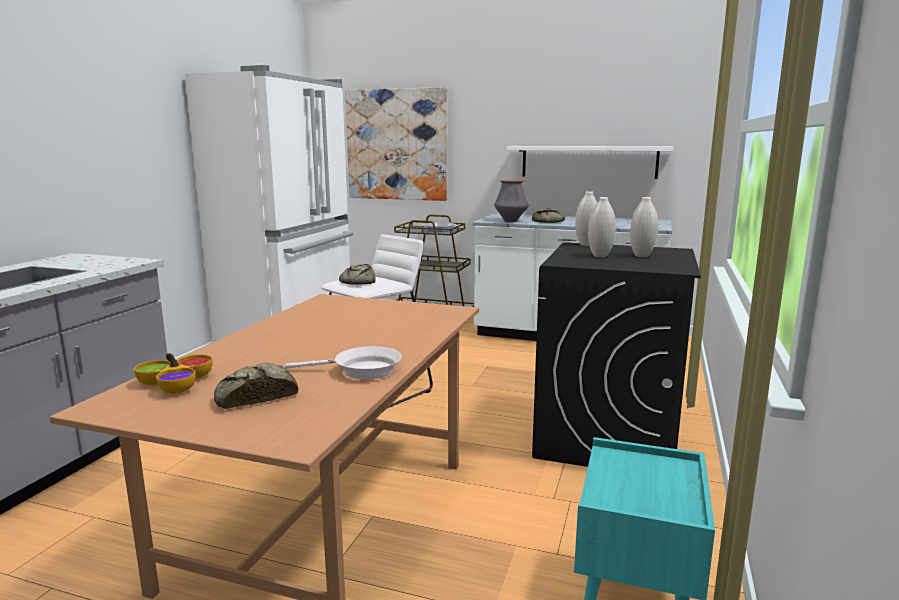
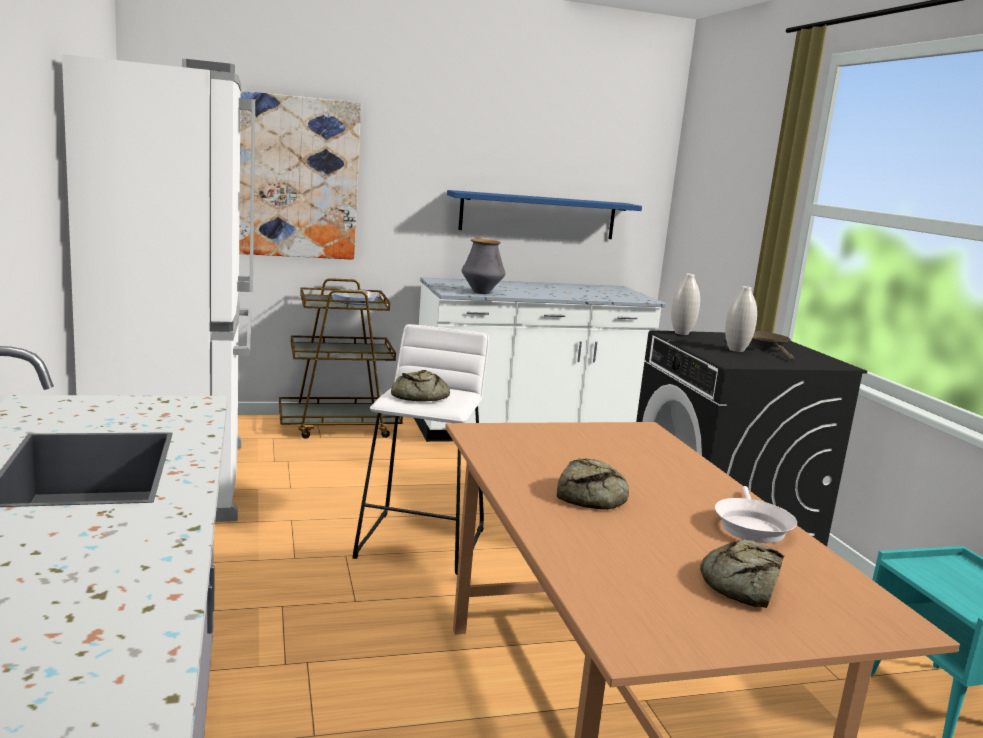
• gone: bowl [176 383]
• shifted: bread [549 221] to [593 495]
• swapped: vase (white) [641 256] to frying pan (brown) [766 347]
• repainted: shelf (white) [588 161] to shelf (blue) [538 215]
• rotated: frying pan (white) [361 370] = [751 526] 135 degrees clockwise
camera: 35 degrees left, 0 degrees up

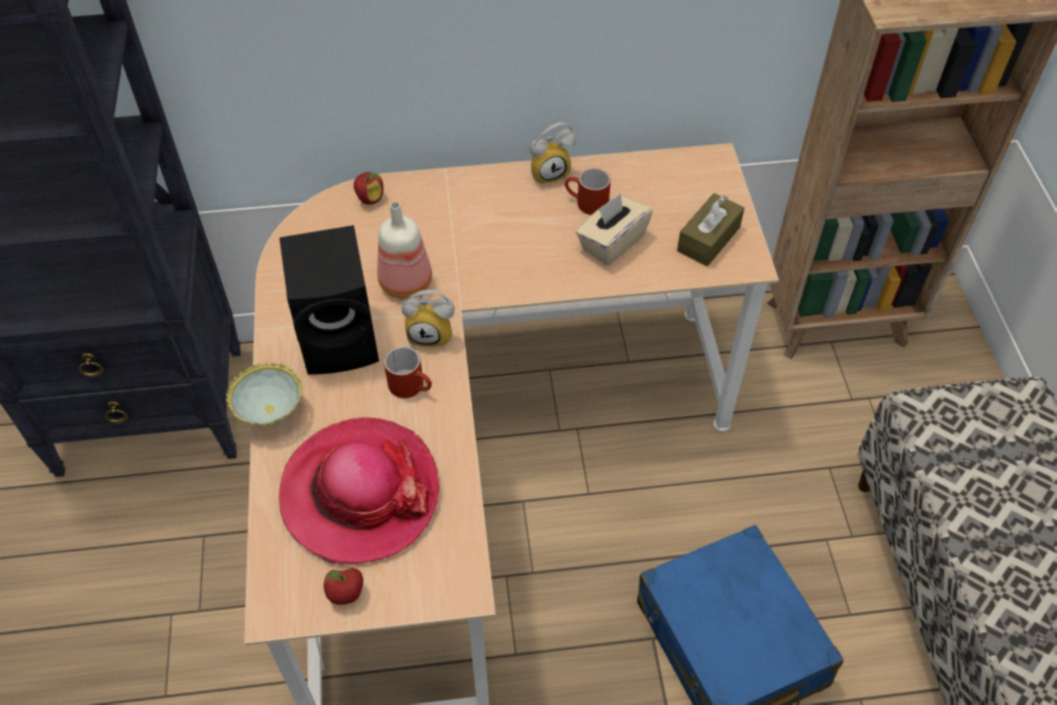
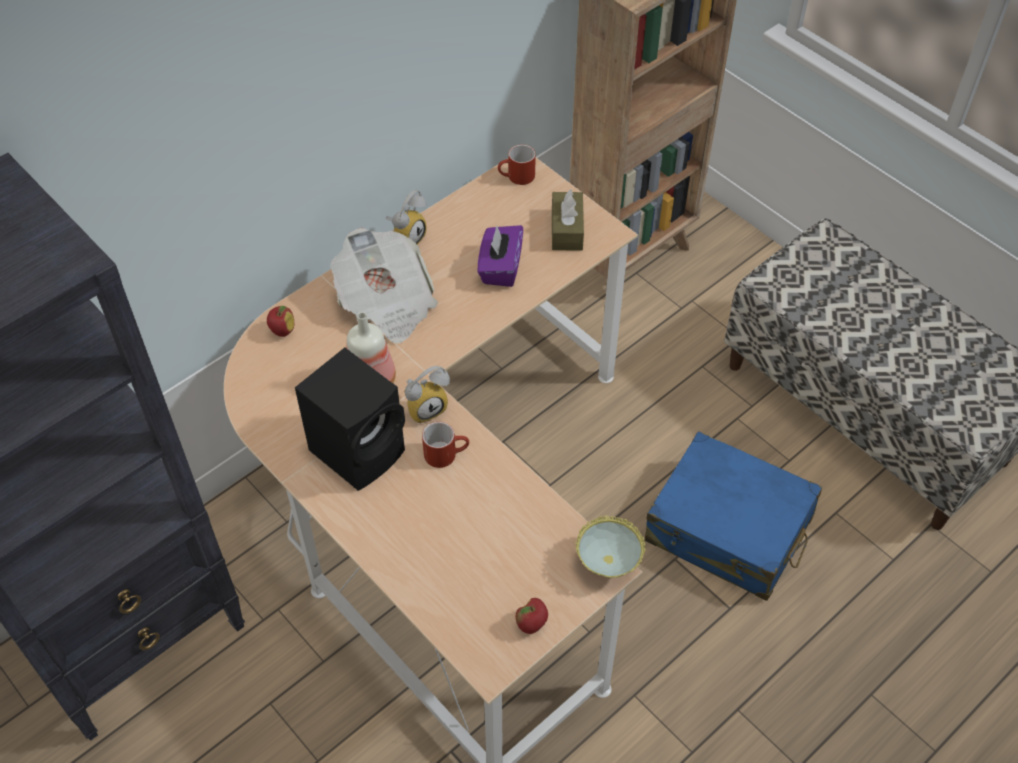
• gone: hat [360 493]
• new: newspaper [387 303]
• shifted: bowl [271 414] to [608 563]
• shifted: mug (red) [586 203] to [516 178]
• repainted: tissue box (beige) [611 242] to tissue box (purple) [500 268]
camera: 35 degrees left, 0 degrees up

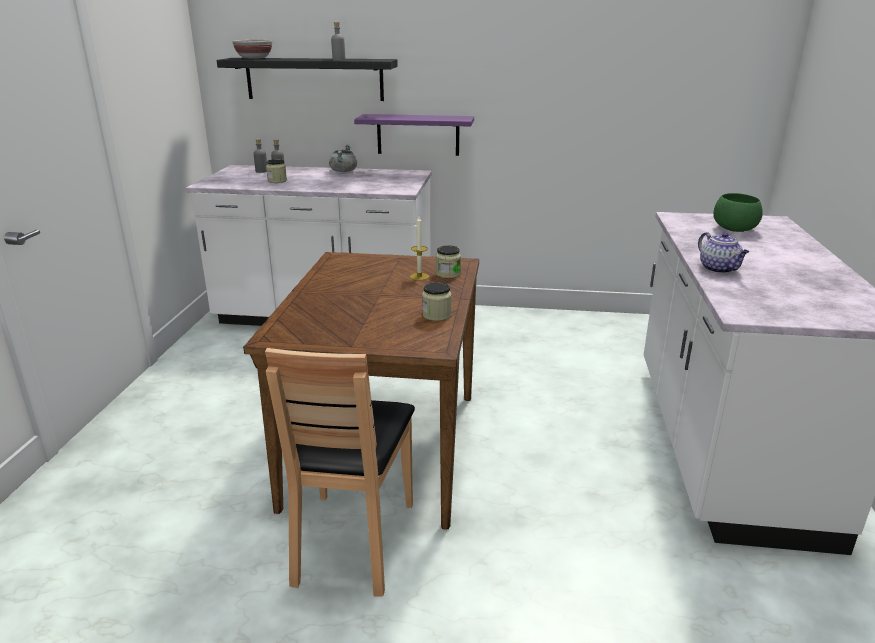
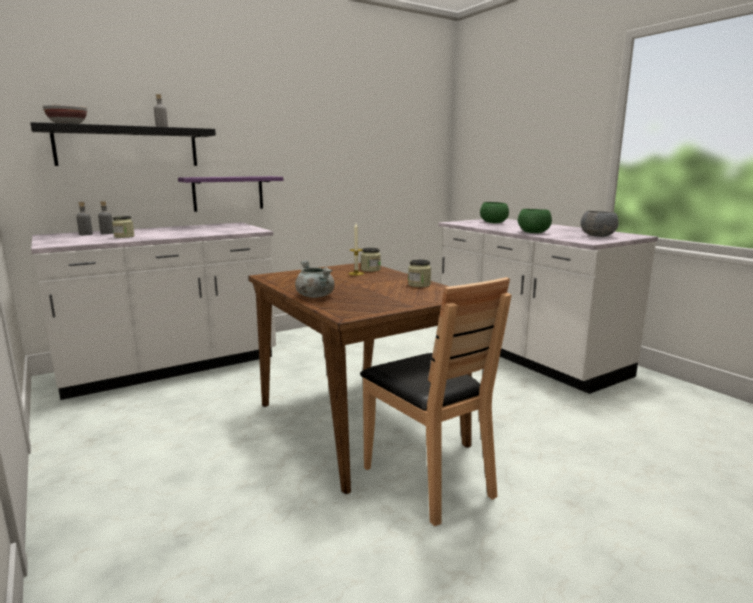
• new: bowl (grey) [598 236]
• shifted: cooking pot (grey) [343 171] to [315 296]
• swapped: teapot [719 269] to bowl (green) [534 233]
camera: 40 degrees left, 10 degrees down

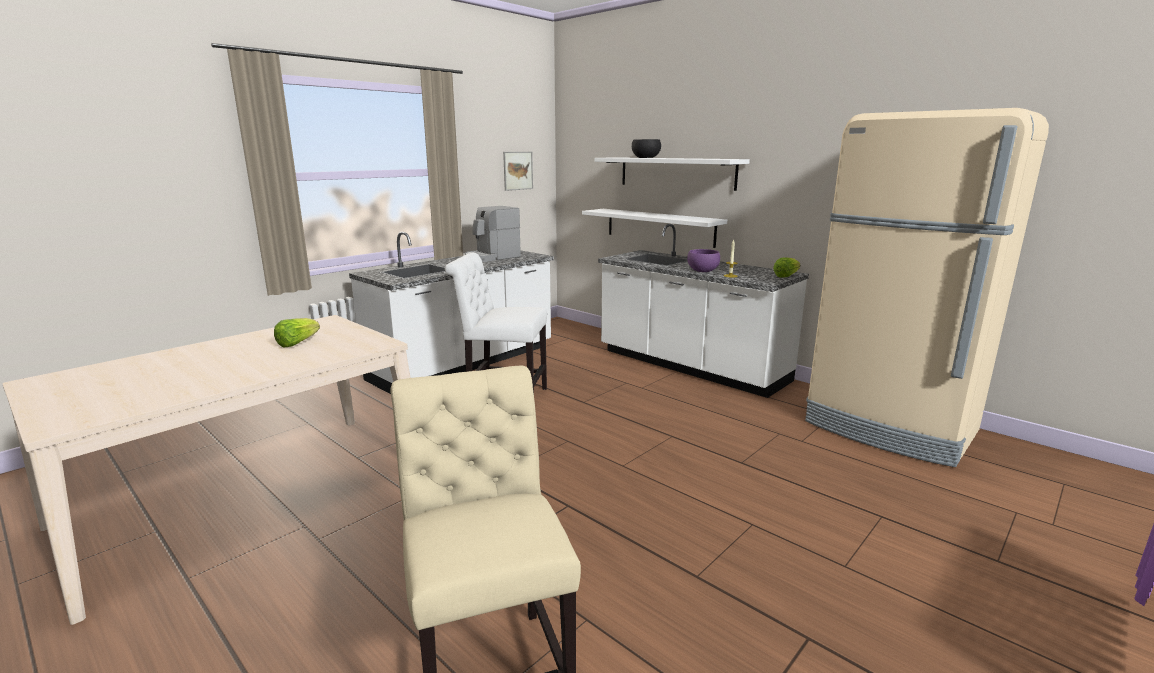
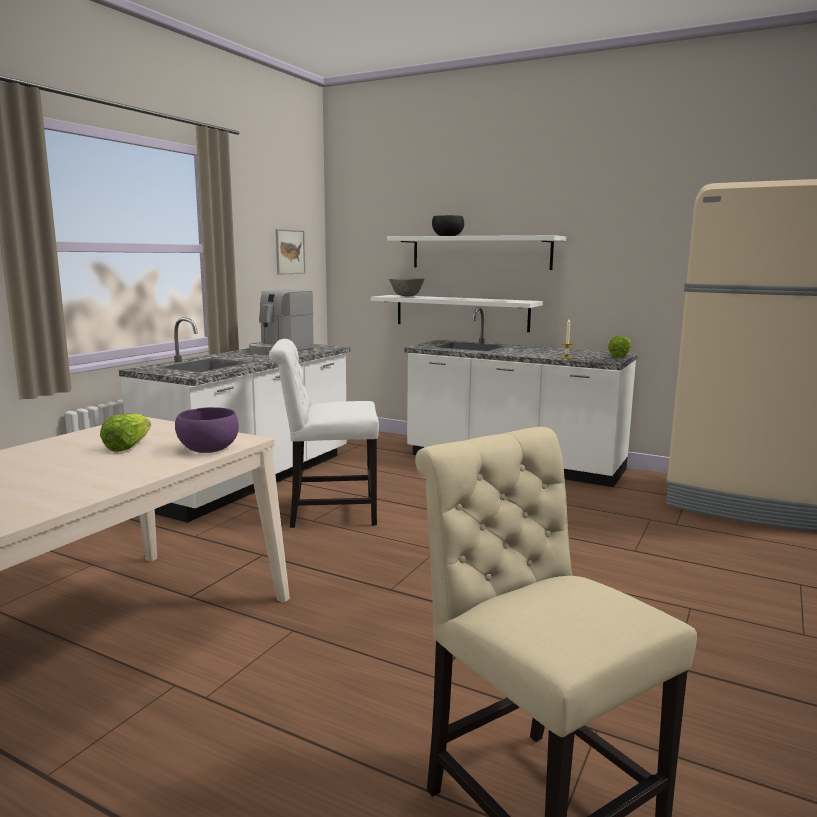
• new: bowl (grey) [406 296]
• shifted: bowl (purple) [702 270] to [208 449]
camera: 15 degrees left, 5 degrees down

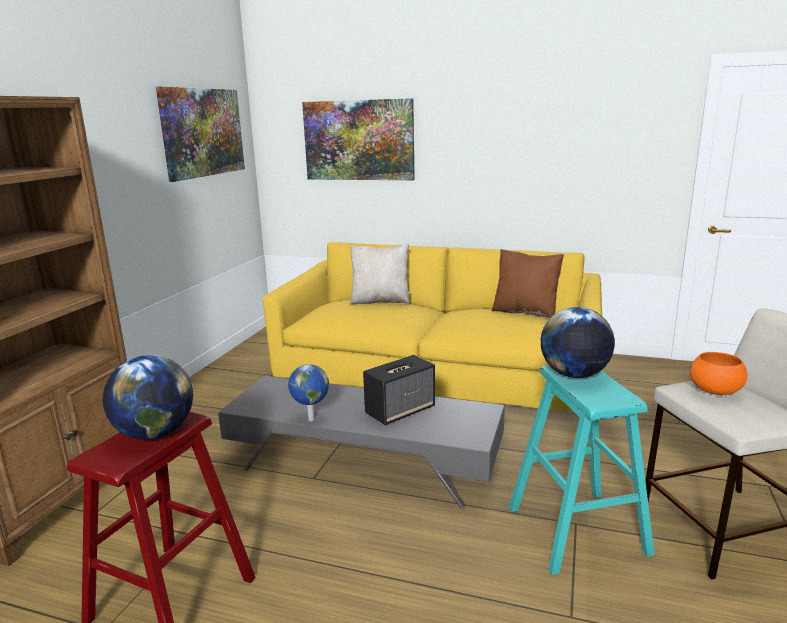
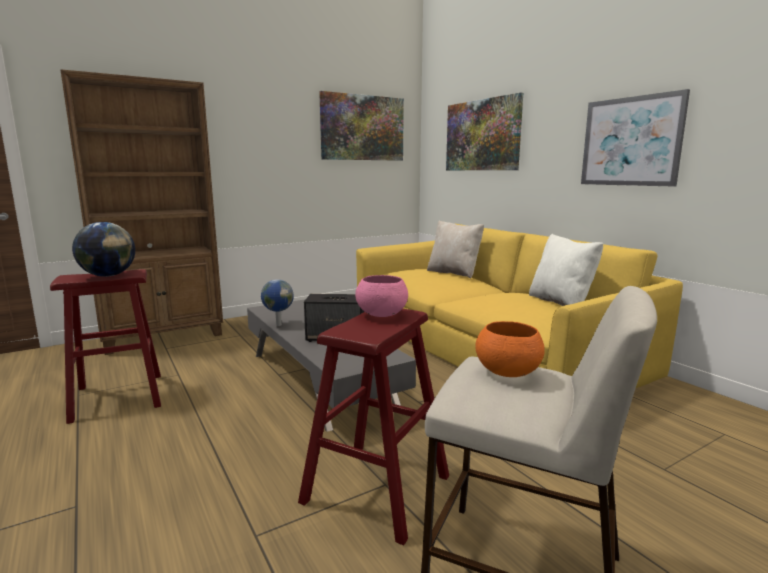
• new: picture [630 141]
• swapped: globe [574 375] to bowl (pink) [381 315]
• repainted: pillow (brown) [525 312] to pillow (white) [561 303]
• repainted: stool (turquoise) [577 530] to stool (red) [376 489]
camera: 40 degrees right, 5 degrees down

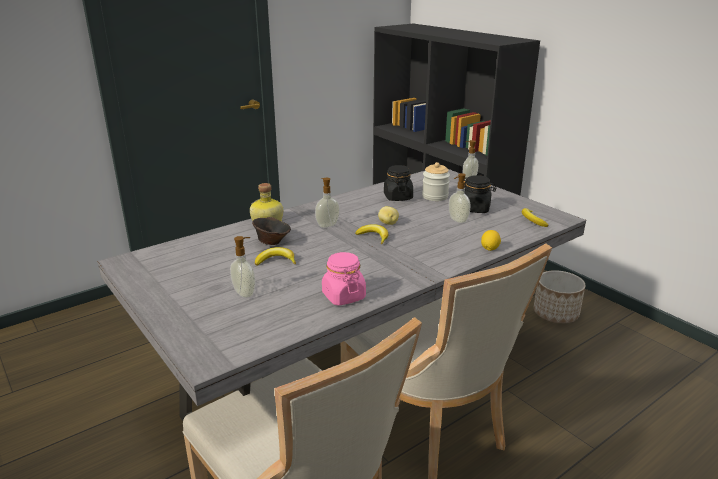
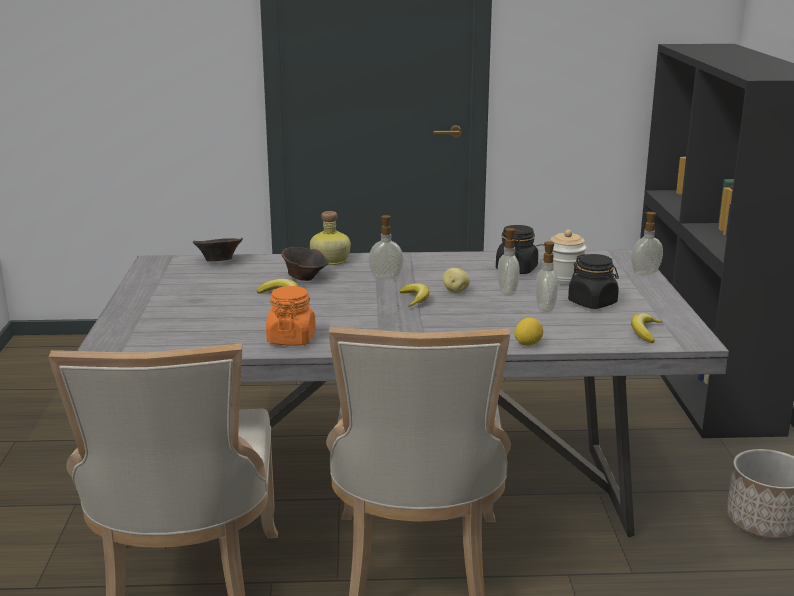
• new: bowl (brown) [218 261]
• shifted: soap dispenser [245 293] to [508 292]
• repainted: jar (pink) [343 296] to jar (orange) [291 339]
camera: 35 degrees right, 5 degrees down

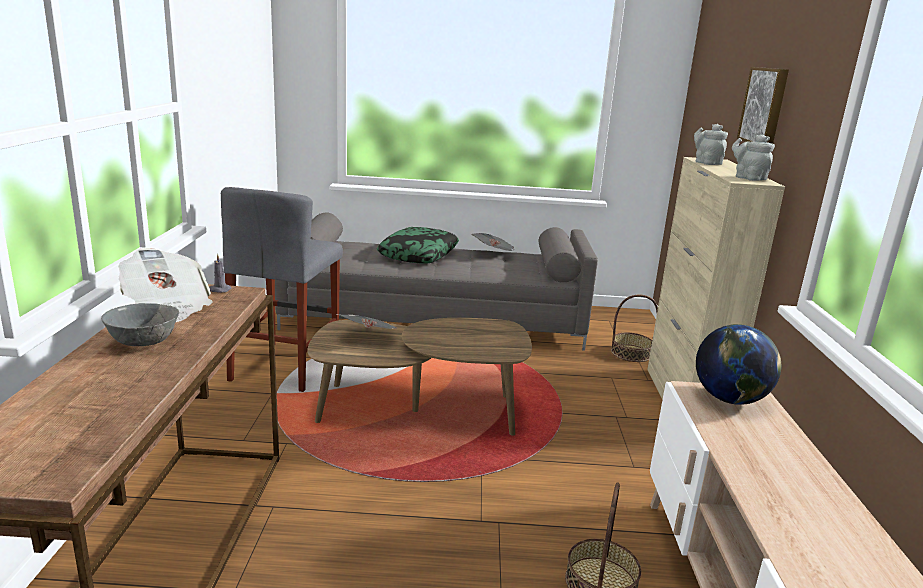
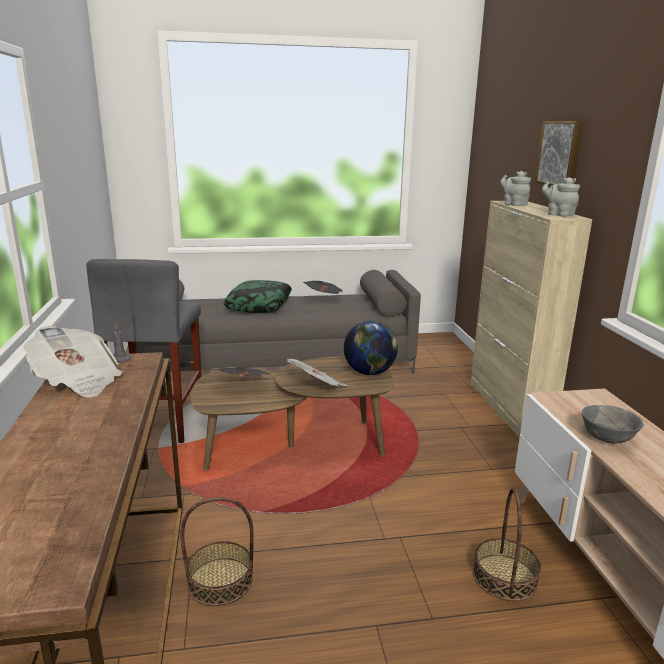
• new: newspaper [317 388]
• shifted: bowl (grey) [144 342] to [607 438]
• shifted: basket [631 353] to [220 581]
• shifted: globe [730 400] to [369 373]
camera: 10 degrees left, 0 degrees up

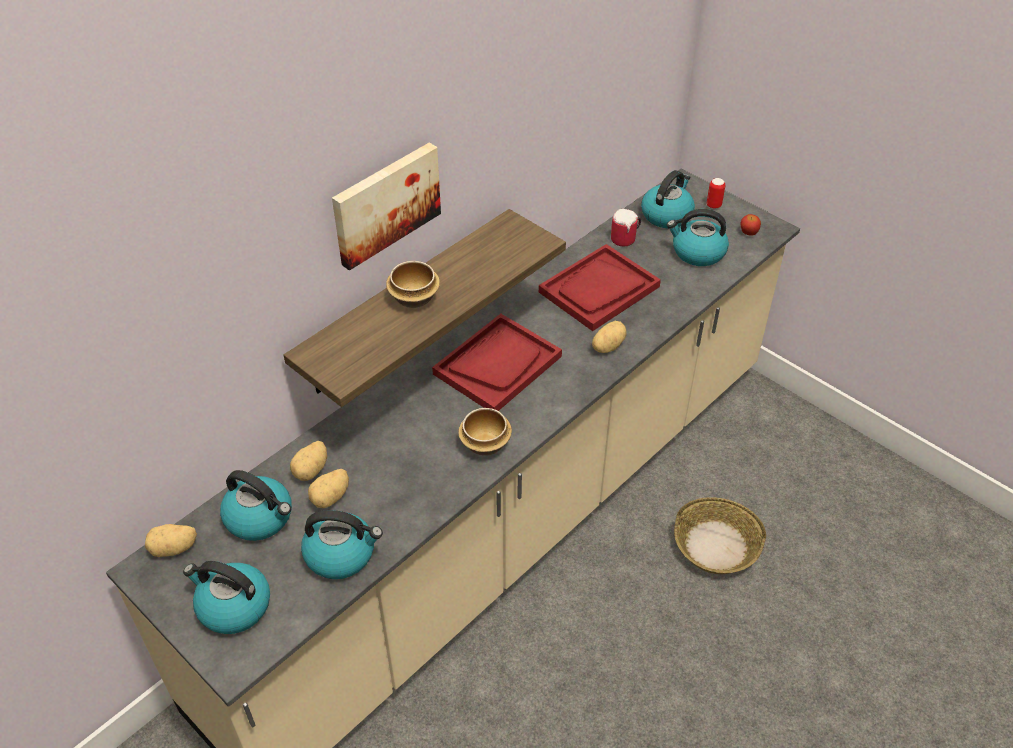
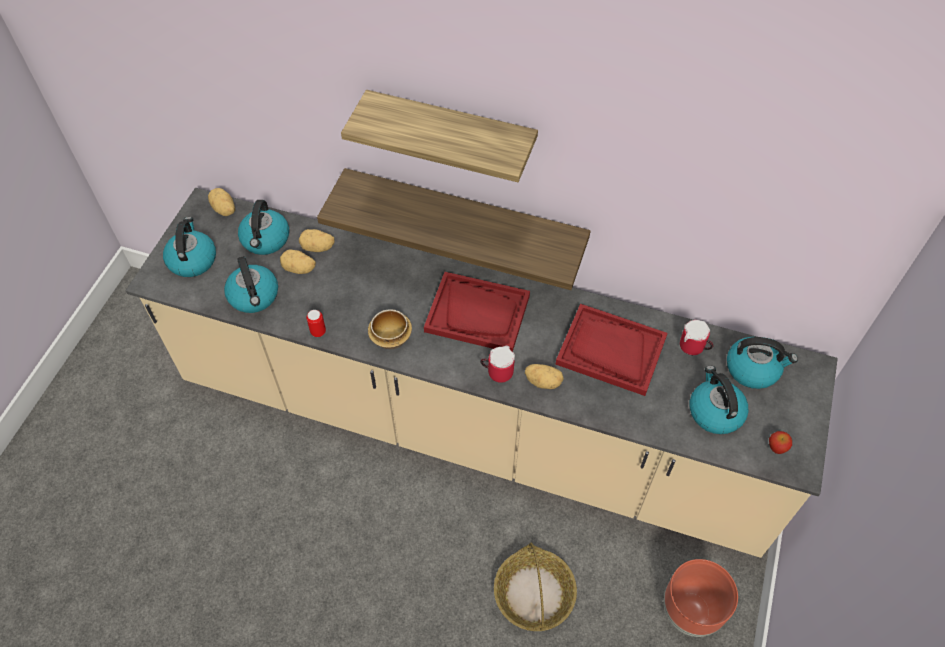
• gone: bowl [415 297]
• new: mug [497 371]
• new: planter (brown) [691 611]
• shifted: can [713 205] to [318 331]
• swapped: picture [385 203] to shelf [451 134]
camera: 65 degrees right, 10 degrees up

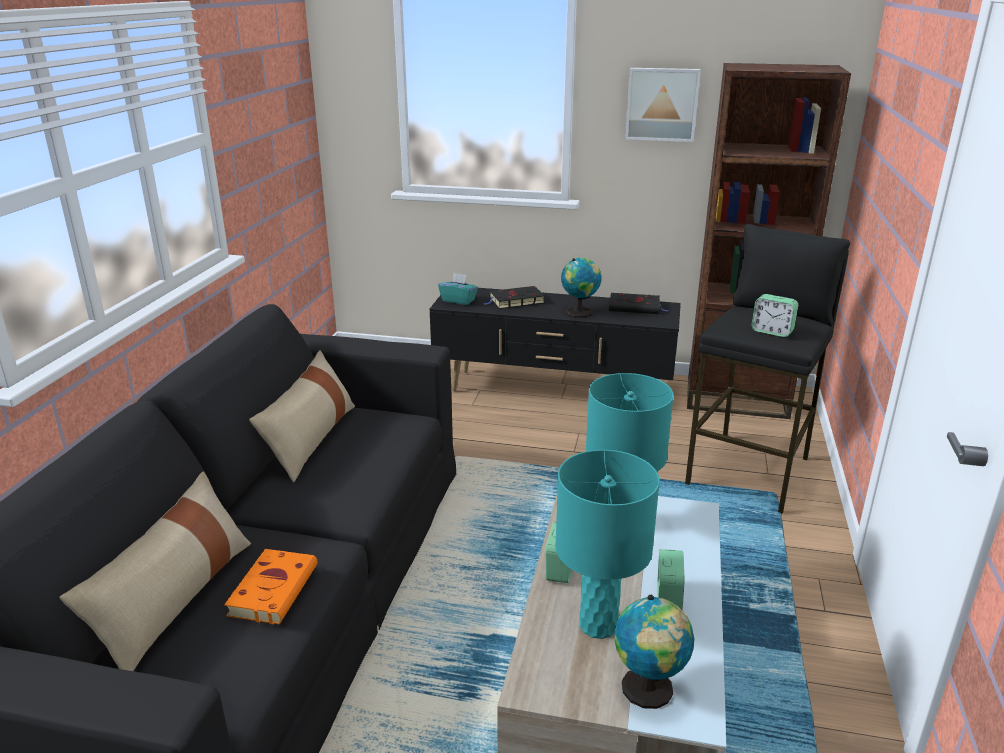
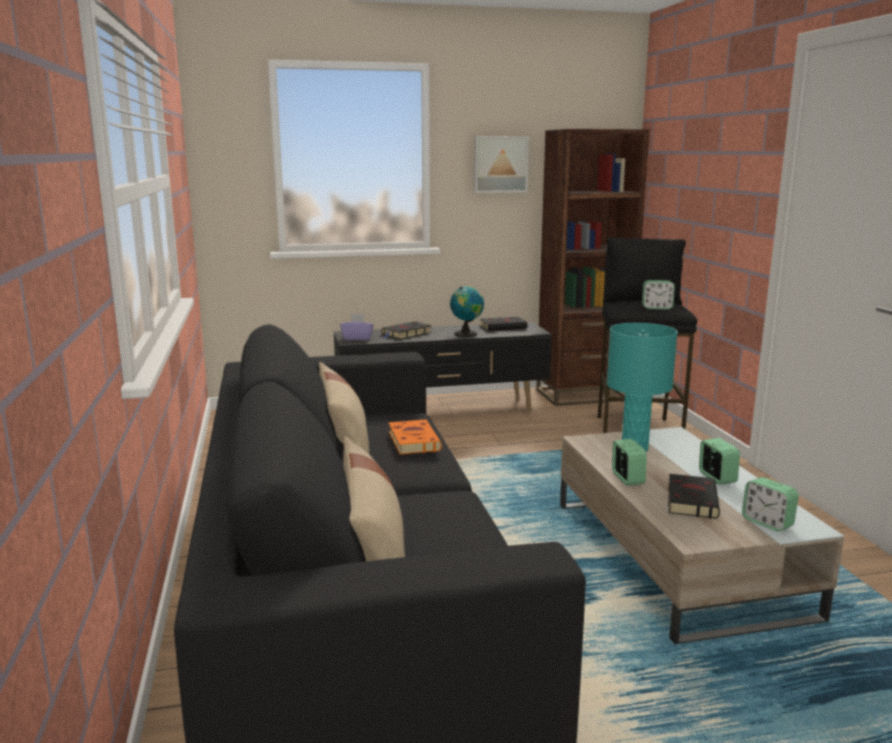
• shifted: book (orange) [274 589] to [413 440]
• swapped: table lamp (turquoise) [598 625] to book (black) [691 500]
• swapped: globe [649 691] to alarm clock [767 523]
• repainted: tissue box (turquoise) [458 300] to tissue box (purple) [357 338]
camera: 25 degrees left, 10 degrees down

